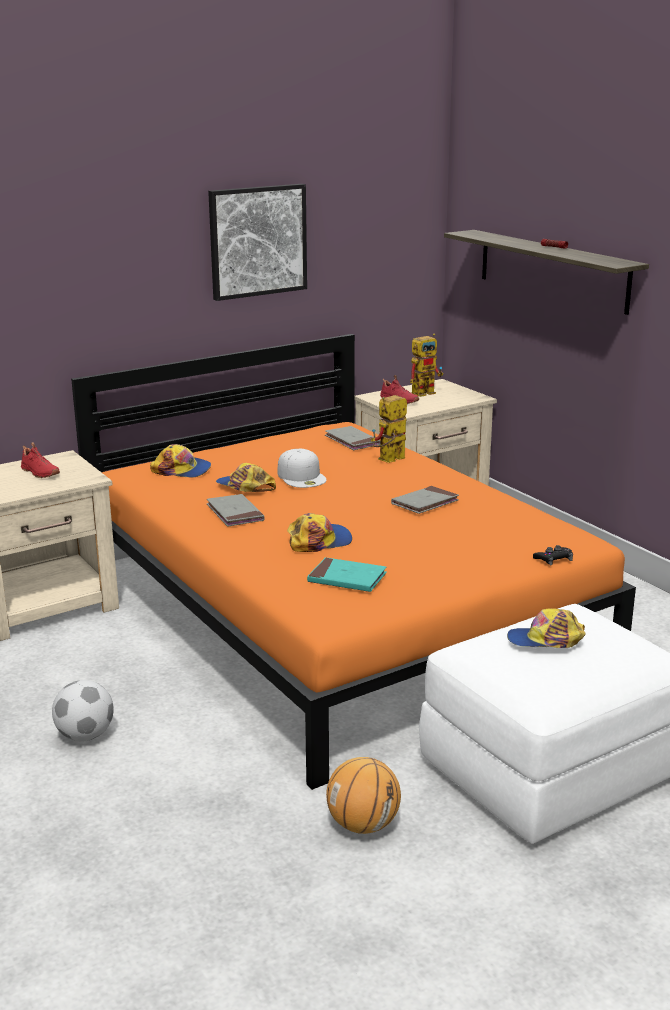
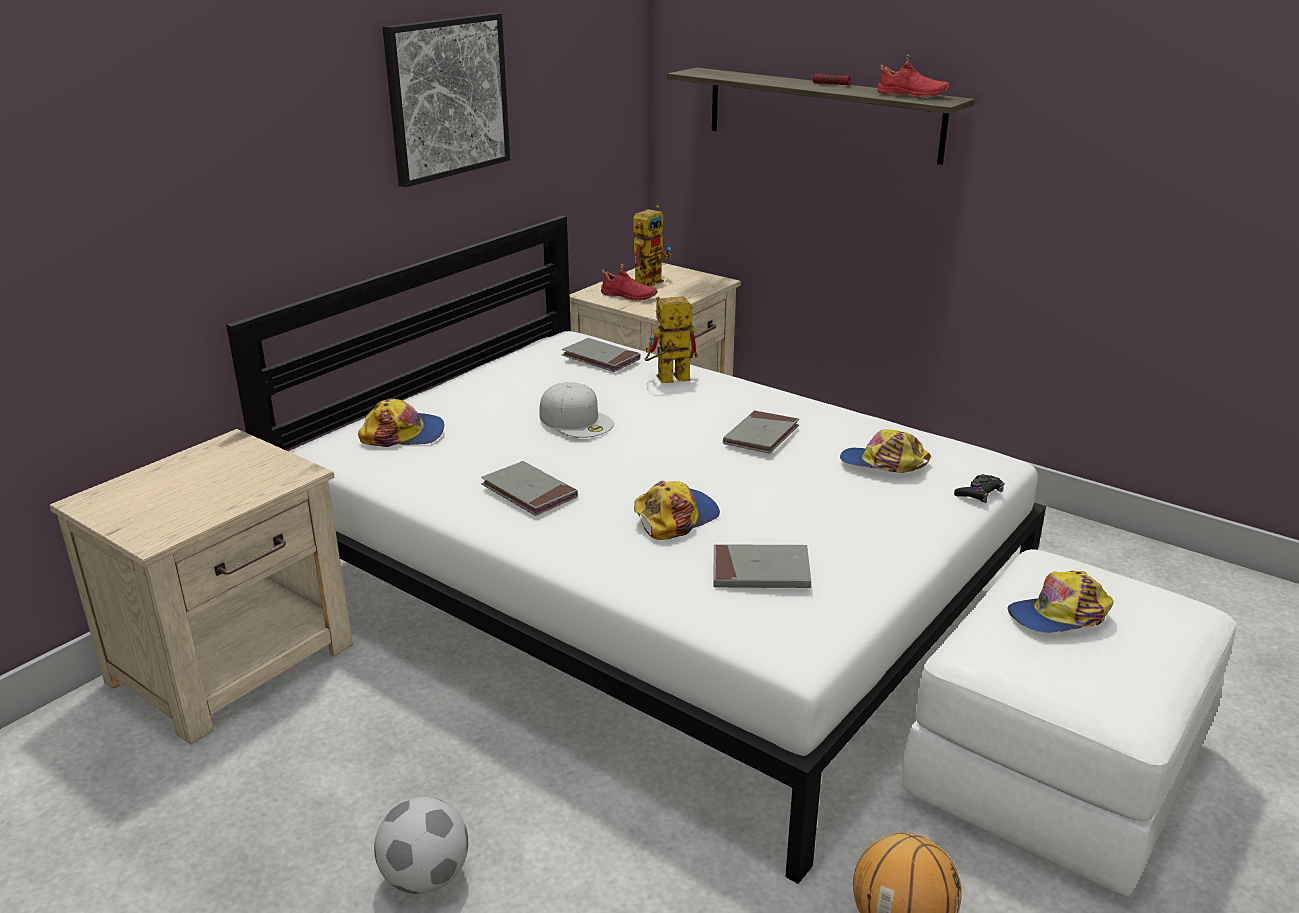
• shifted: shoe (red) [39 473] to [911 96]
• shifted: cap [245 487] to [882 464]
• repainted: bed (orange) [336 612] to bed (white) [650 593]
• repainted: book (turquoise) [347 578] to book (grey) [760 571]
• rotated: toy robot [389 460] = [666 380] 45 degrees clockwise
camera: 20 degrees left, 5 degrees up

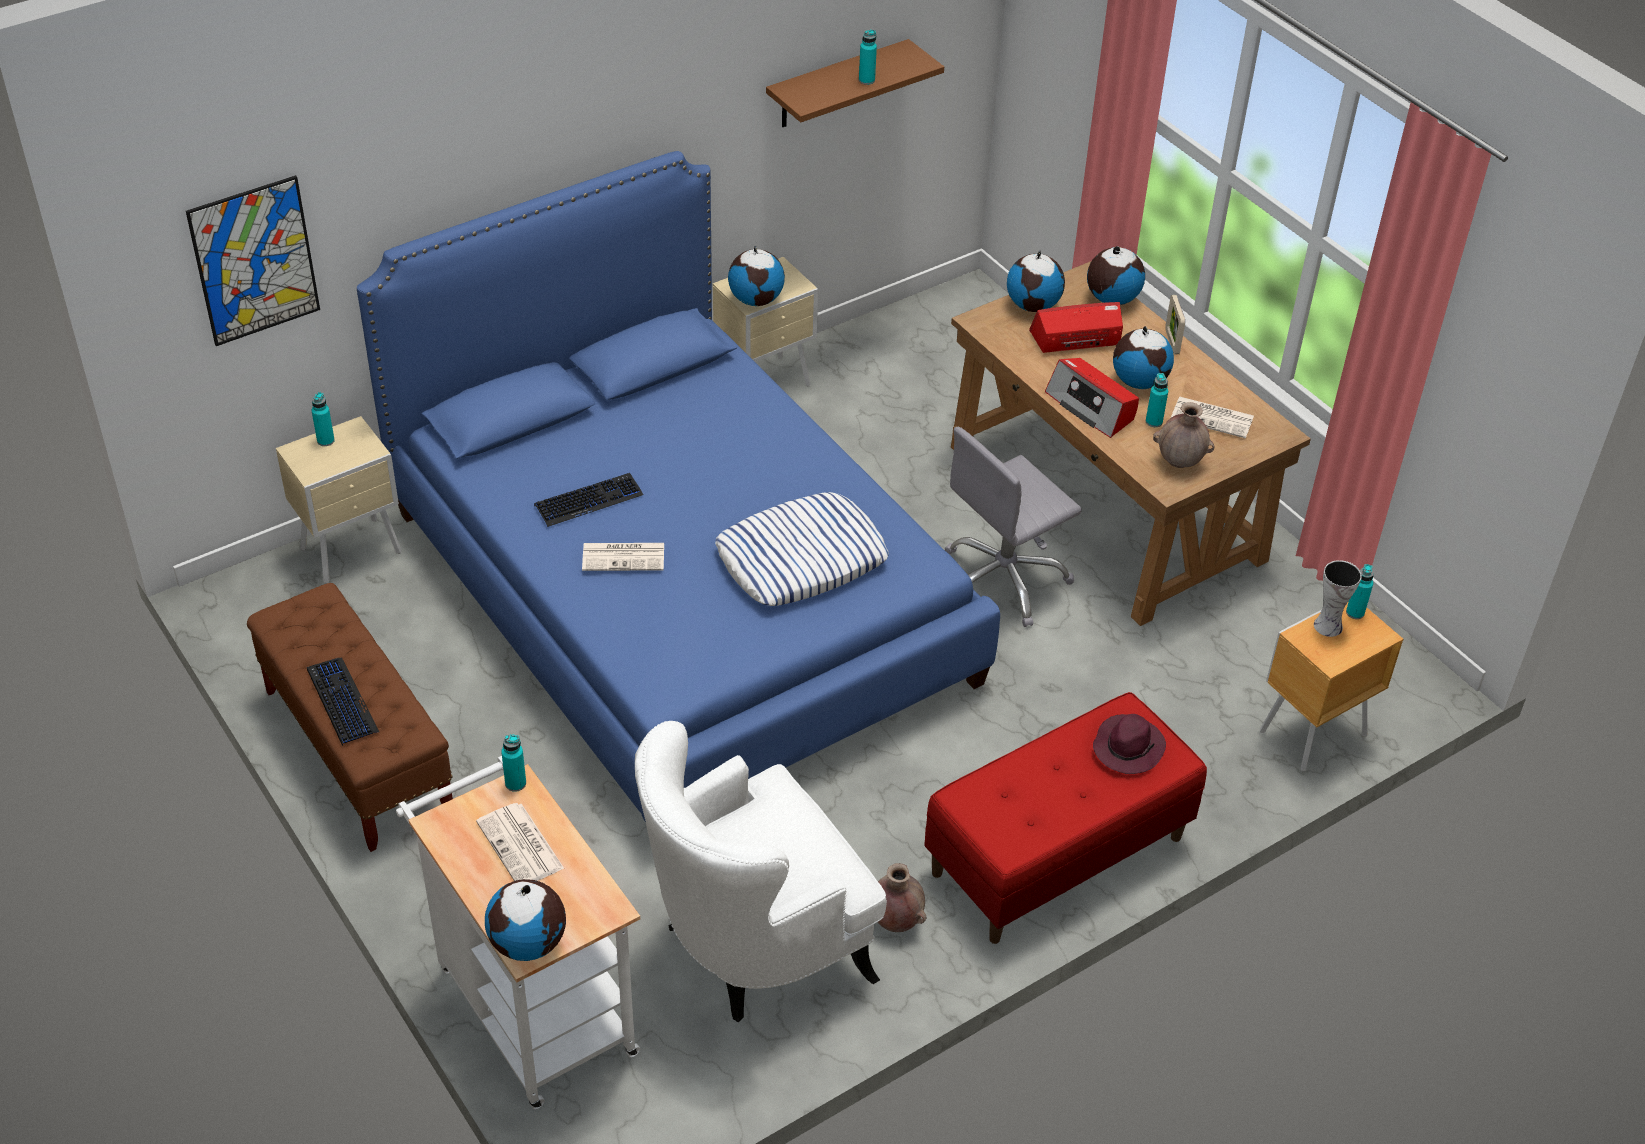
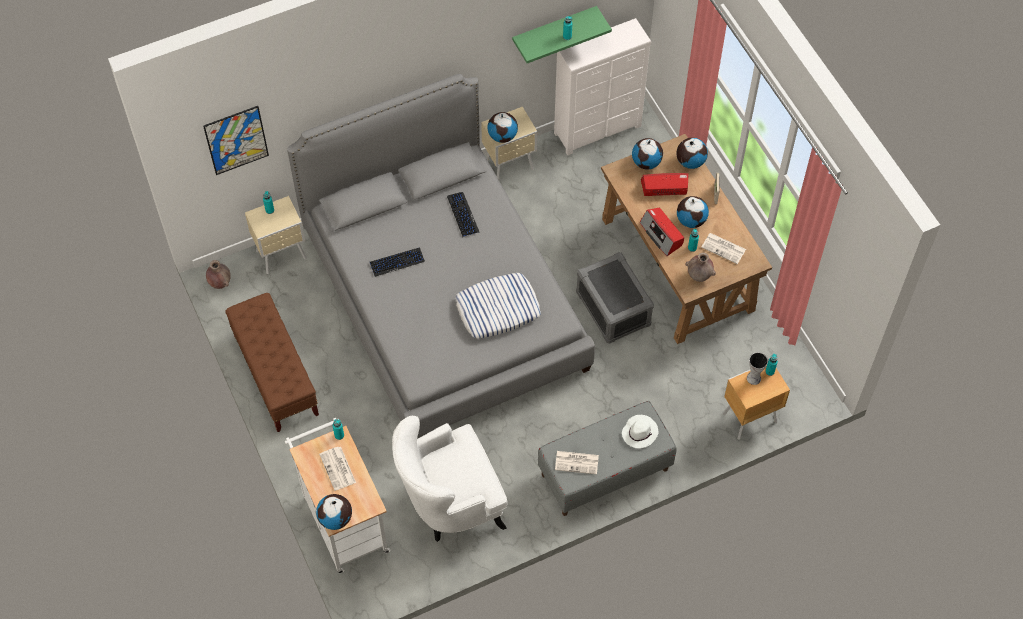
• new: dresser (white) [598 130]
• shifted: keyboard [341 701] to [462 214]
• shifted: newspaper [624 557] to [577 462]
• shifted: vase (brown) [895 921] to [220 283]
• swapped: office chair (grey) [1003 580] to storage box (grey) [612 308]
• repainted: bed (blue) [680 596] to bed (grey) [444 300]
• repainted: shelf (brown) [837 85] to shelf (green) [554 30]
• repainted: bench (red) [1057 856] to bench (grey) [604 472]
• repainted: hat (purple) [1128 747] to hat (white) [640 432]
camera: 10 degrees right, 15 degrees up

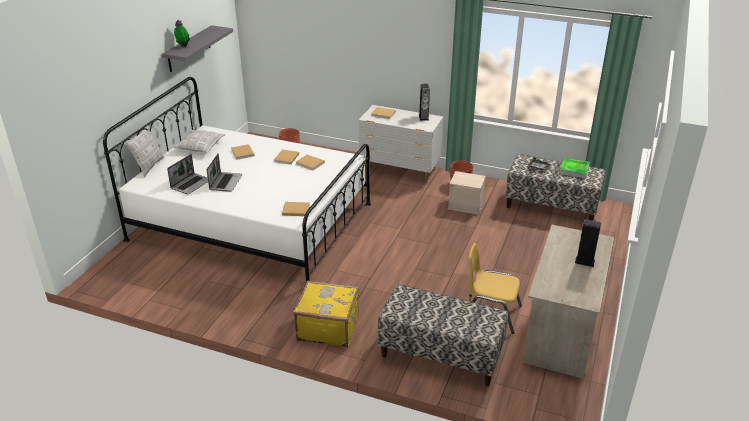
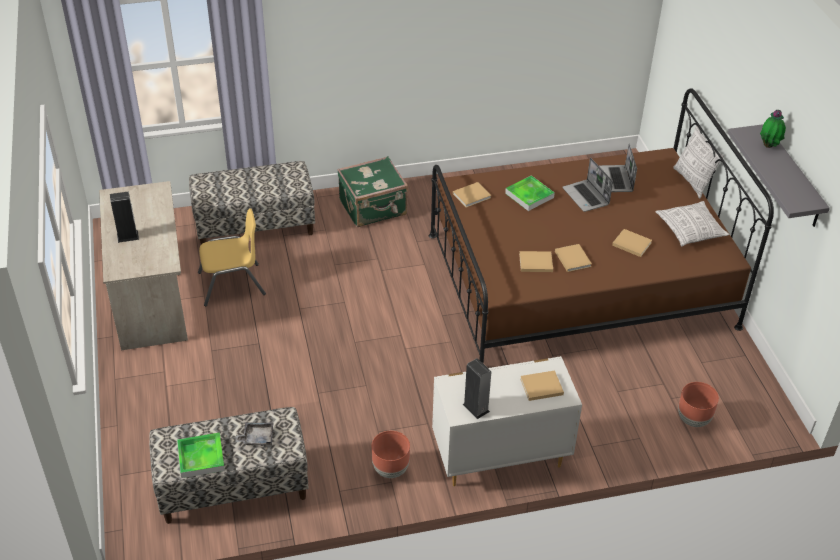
• gone: storage box (beige) [466 205]
• new: tray [529 195]
• repainted: bed (white) [252 222] to bed (brown) [579 279]
• repainted: suitcase (yellow) [328 327] to suitcase (green) [373 208]
camera: 145 degrees right, 10 degrees up

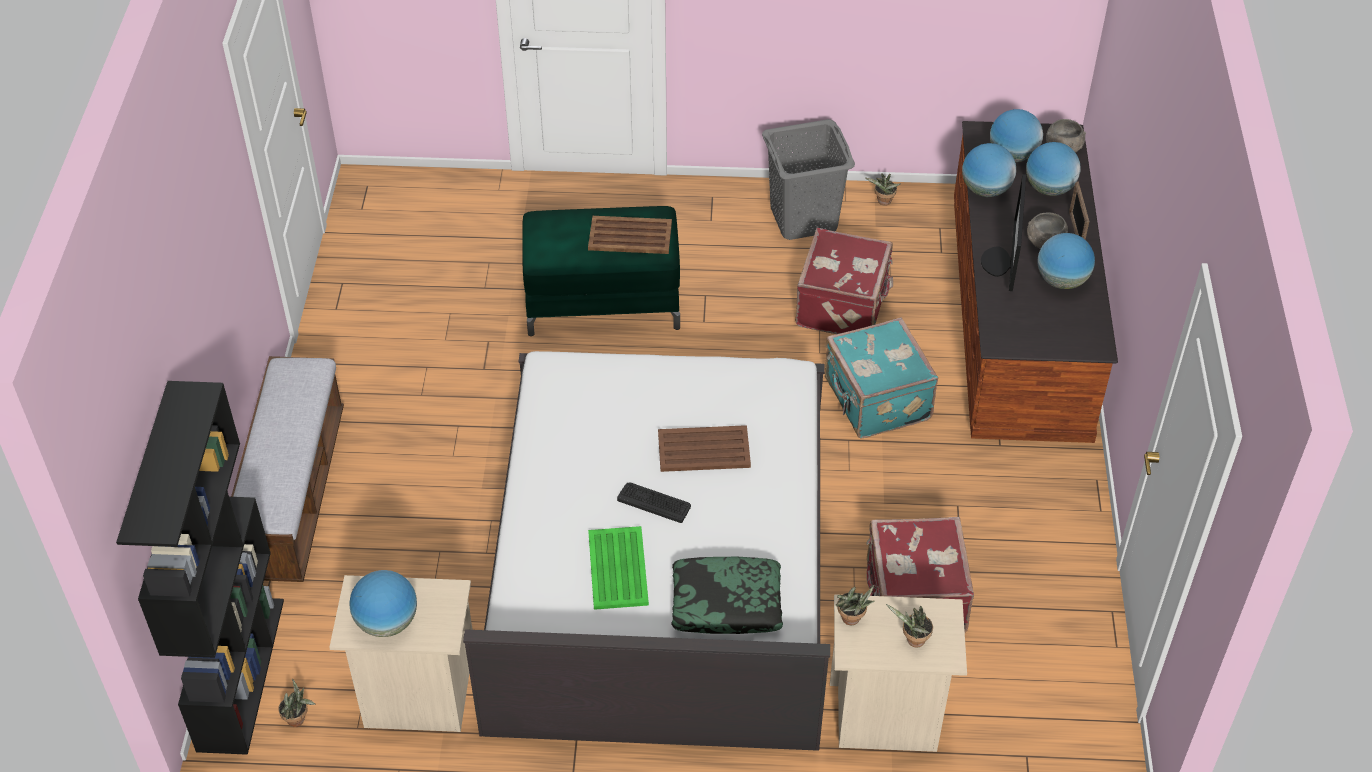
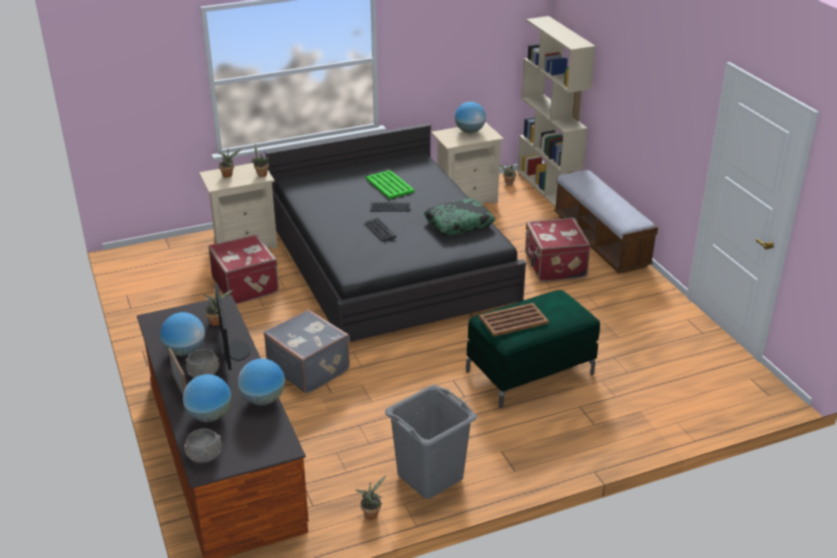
• gone: globe [1012 155]
• new: potted plant [217 321]
• shifted: pillow [726 603] to [459 223]
• shifted: suitcase (red) [844 305] to [554 266]
• swapped: tray (brown) [703 449] to keyboard [380 230]
• repainted: bookcase (black) [240 673] to bookcase (beige) [548 188]
• repainted: bed (white) [660 566] to bed (black) [389 263]
• repainted: suitcase (turquoise) [875 400] to suitcase (grey) [309 368]
camera: 155 degrees right, 15 degrees down

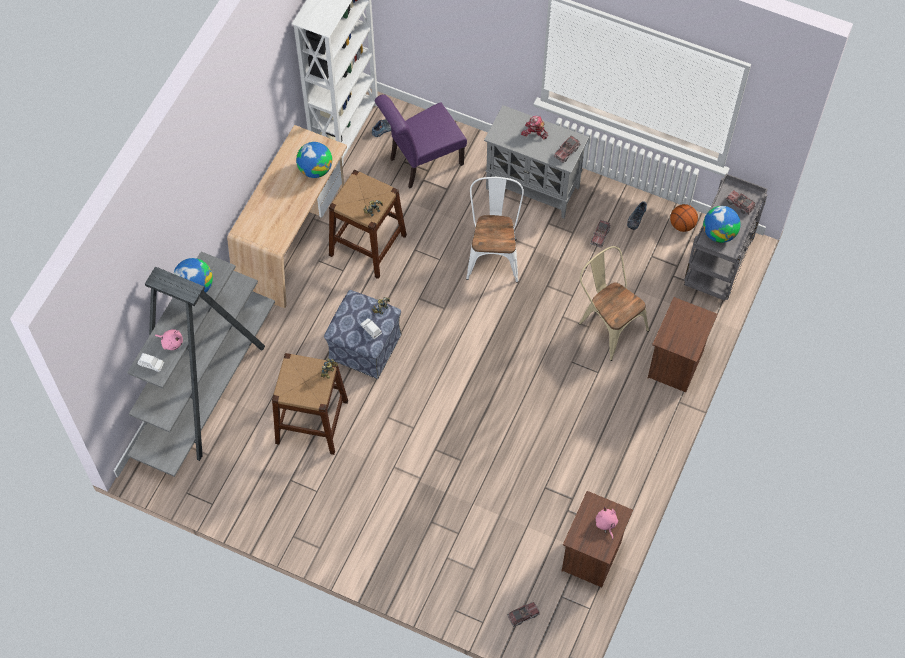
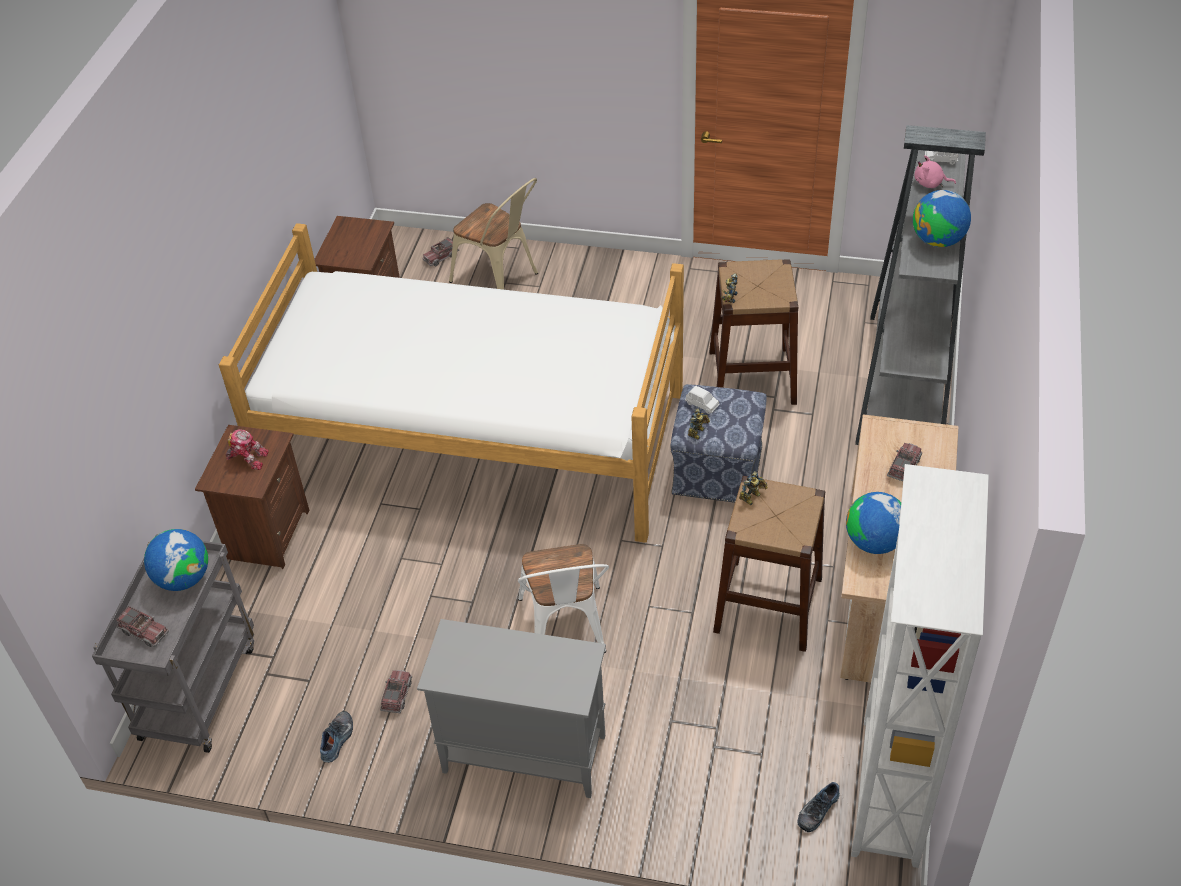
• gone: chair (purple) [422 163]
• gone: plush toy (pink) [606 524]
• gone: basketball [682 225]
• new: bed [474 437]
• shifted: toy robot [534 132] to [247 457]
• shifted: toy truck [566 152] to [904 467]
• shifted: chair (beige) [608 324] to [500 279]
camera: 170 degrees right, 15 degrees down

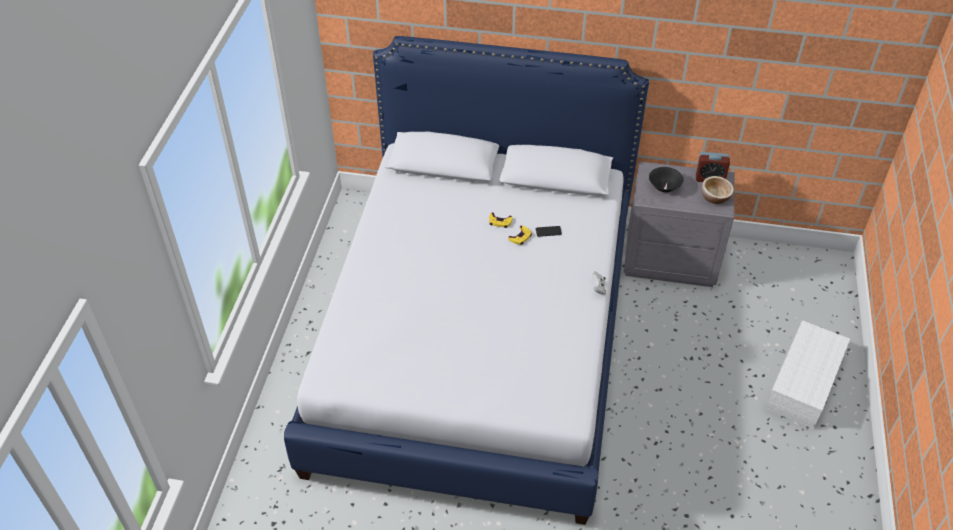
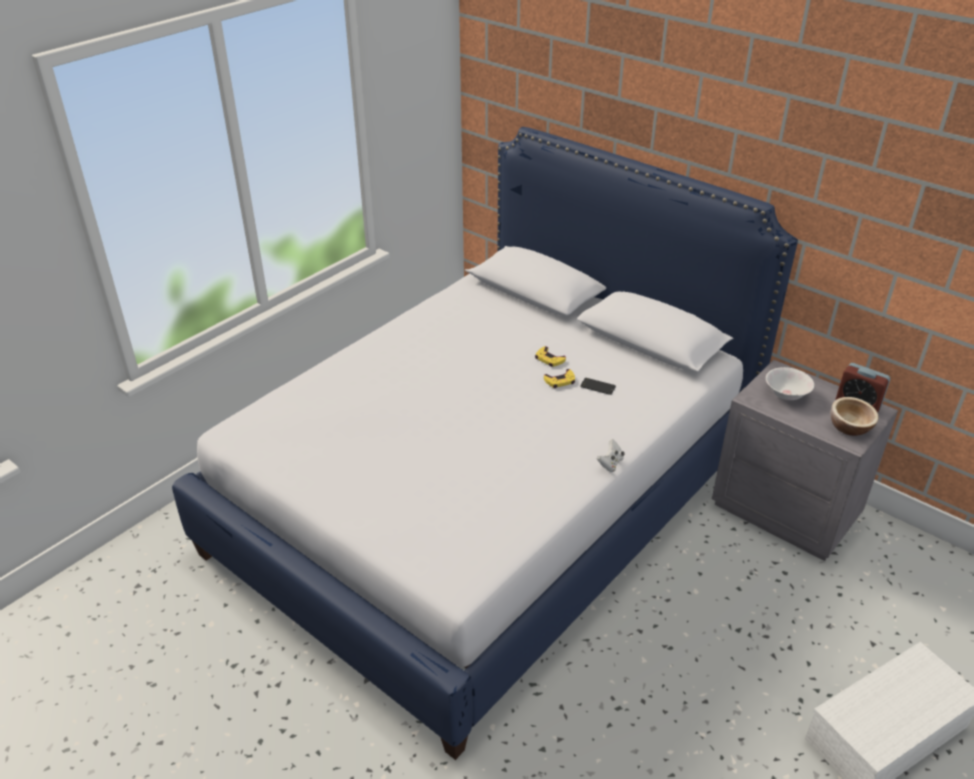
• repainted: bowl (black) [664 187] to bowl (white) [786 395]
camera: 30 degrees right, 10 degrees down

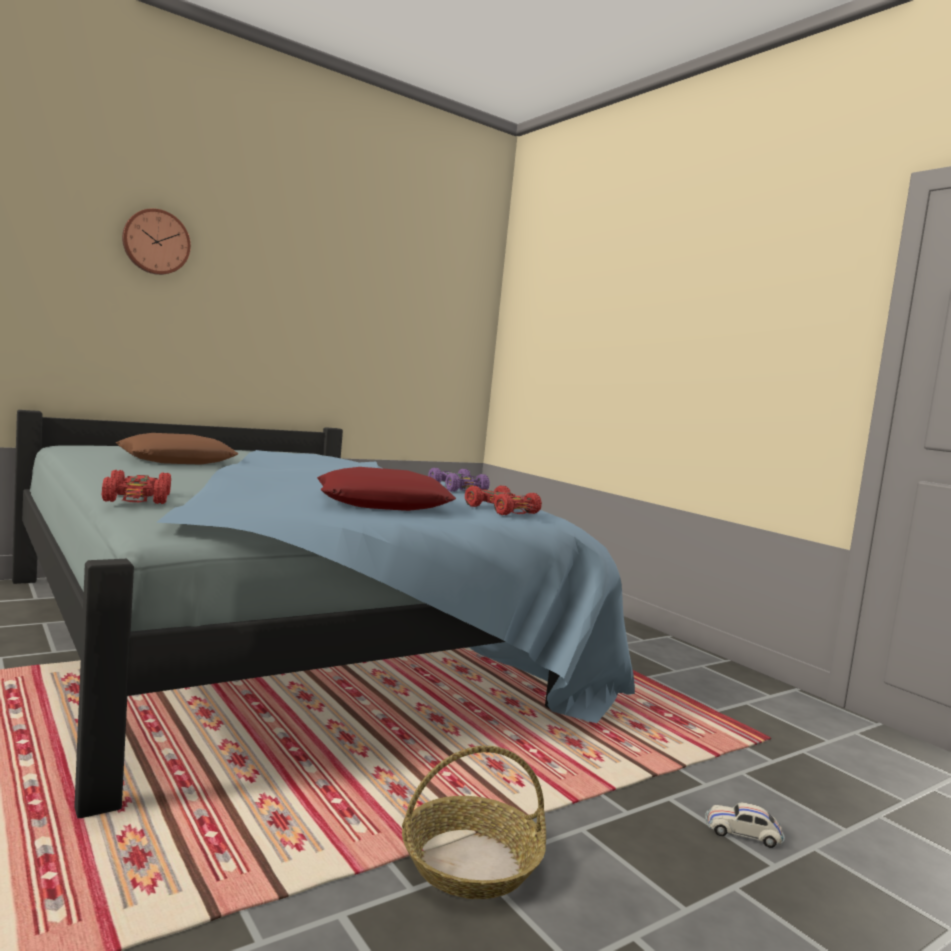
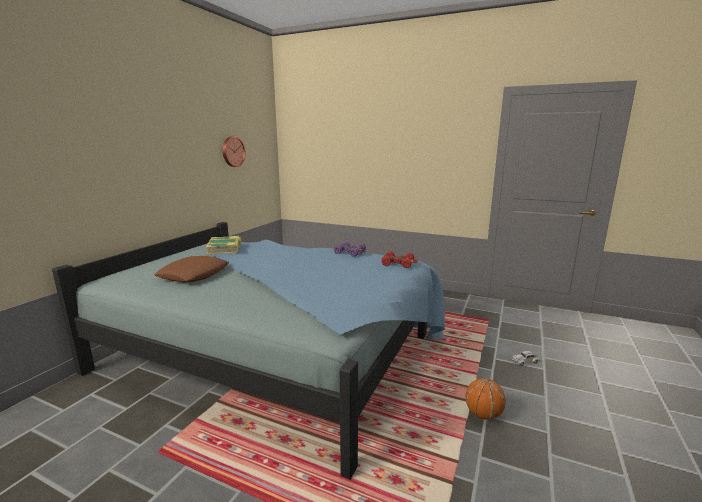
• gone: toy car (red) [138 498]
• gone: pillow (red) [383 503]
• new: book [225 249]
• shifted: wall clock [156 242] to [233 151]
• swapped: basket [471 863] to basketball [483 414]
camera: 30 degrees left, 10 degrees up

